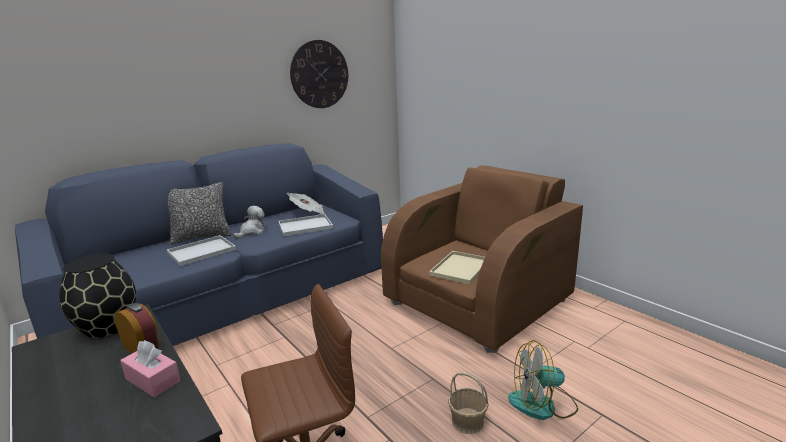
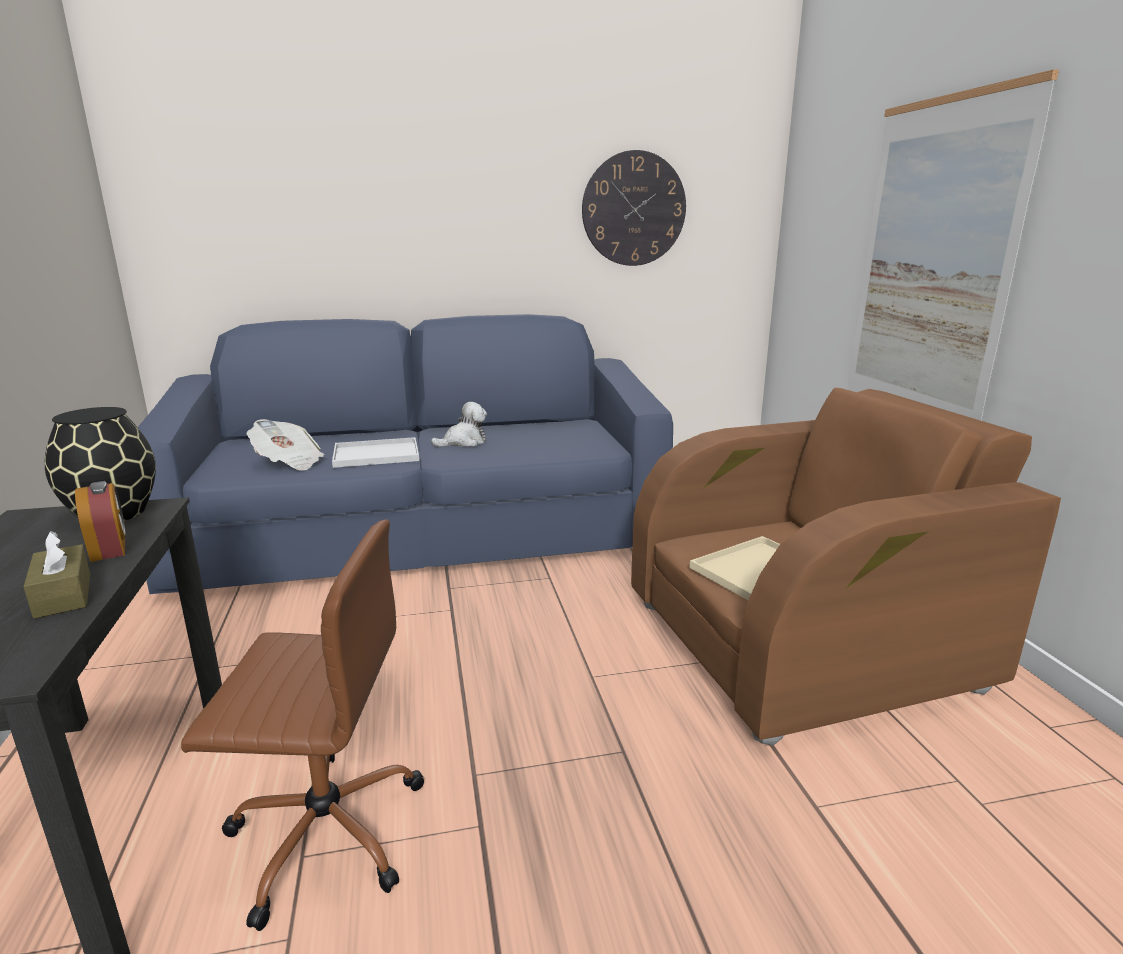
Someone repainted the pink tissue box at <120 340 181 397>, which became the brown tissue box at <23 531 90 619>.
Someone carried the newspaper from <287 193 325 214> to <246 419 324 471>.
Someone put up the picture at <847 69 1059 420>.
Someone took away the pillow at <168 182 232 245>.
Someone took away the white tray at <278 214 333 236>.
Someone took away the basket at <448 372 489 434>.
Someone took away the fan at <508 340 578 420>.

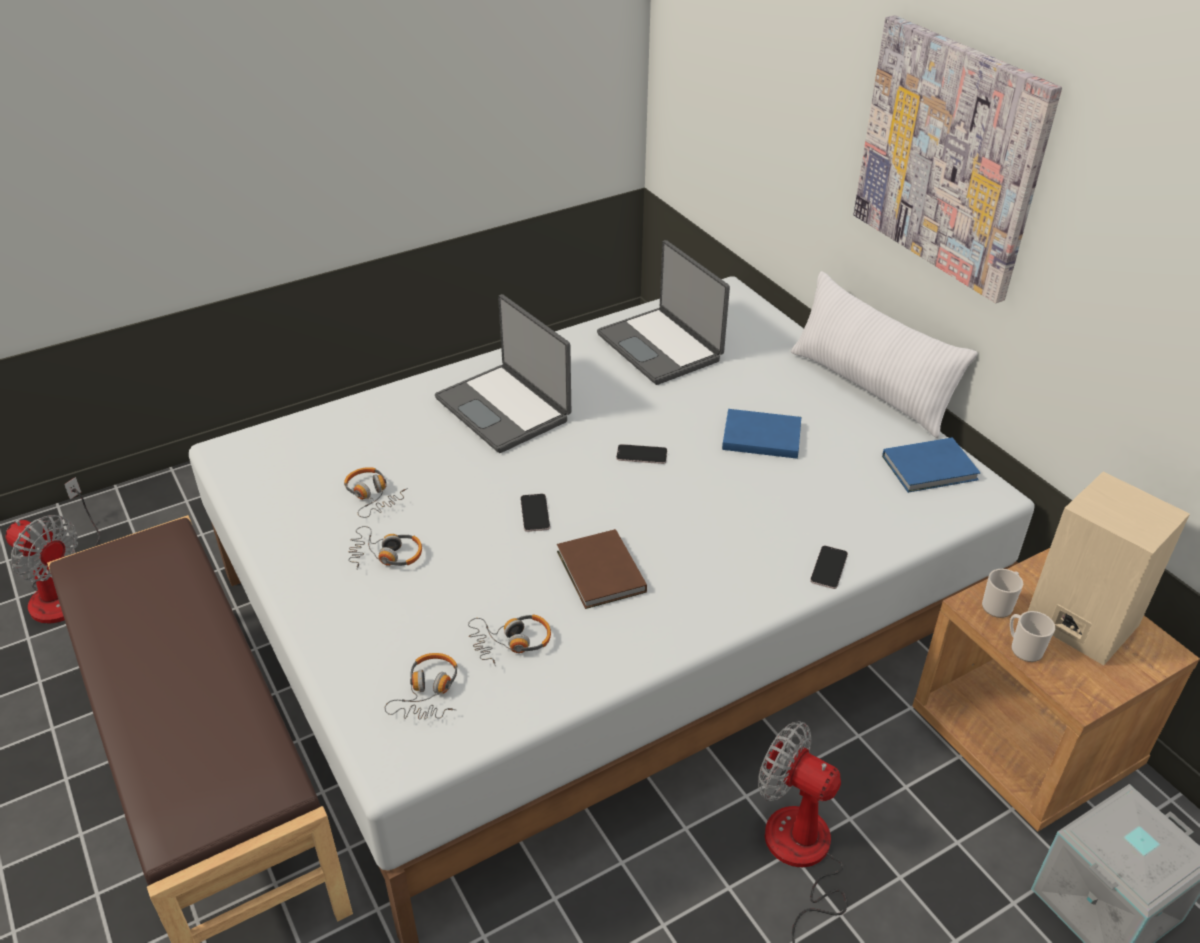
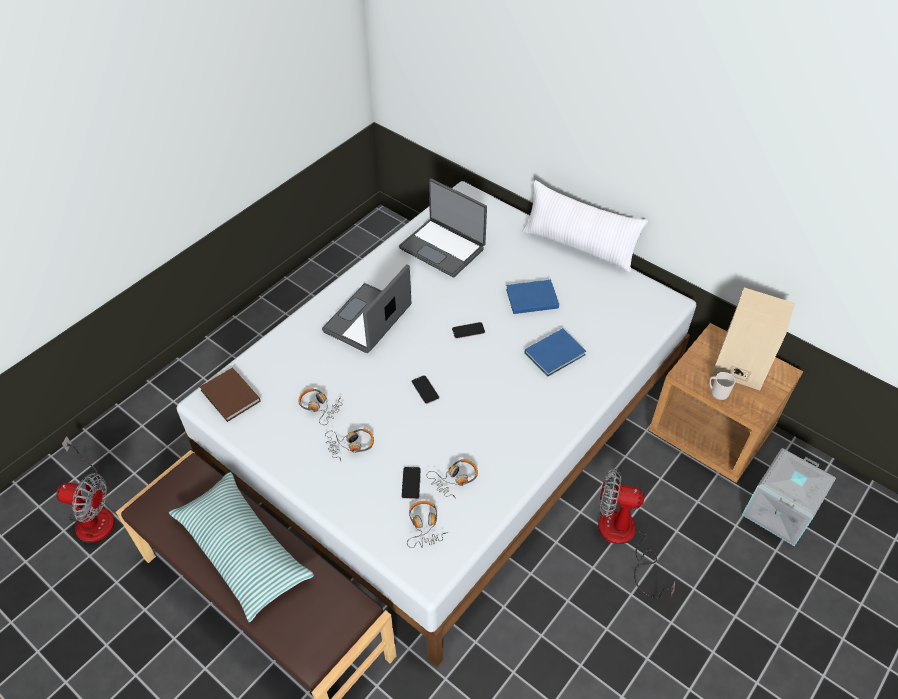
Someone put down the pillow at <169 472 314 622>.
Someone carried the brown book from <557 529 647 609> to <200 367 261 422>.
Someone rotated the laptop at <435 294 571 453> by 90 degrees clockwise.
Someone carried the phone from <810 546 848 589> to <401 467 421 499>.
Someone carried the blue book from <882 437 981 493> to <525 328 586 377>.
Someone took away the picture at <854 15 1062 303>.
Someone took away the mug at <982 569 1023 618>.

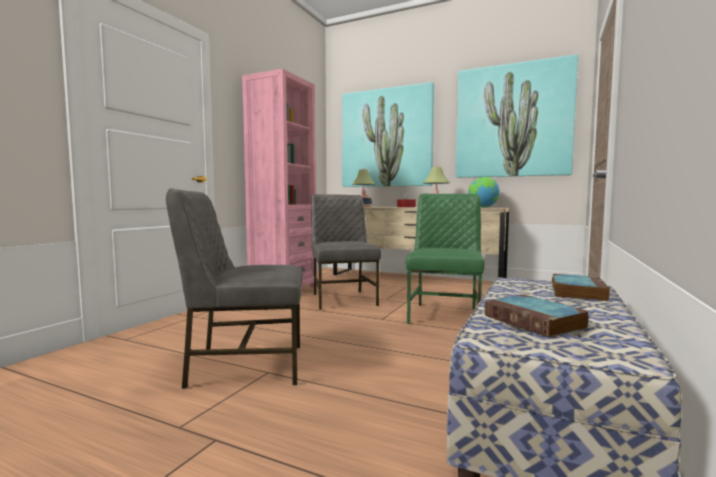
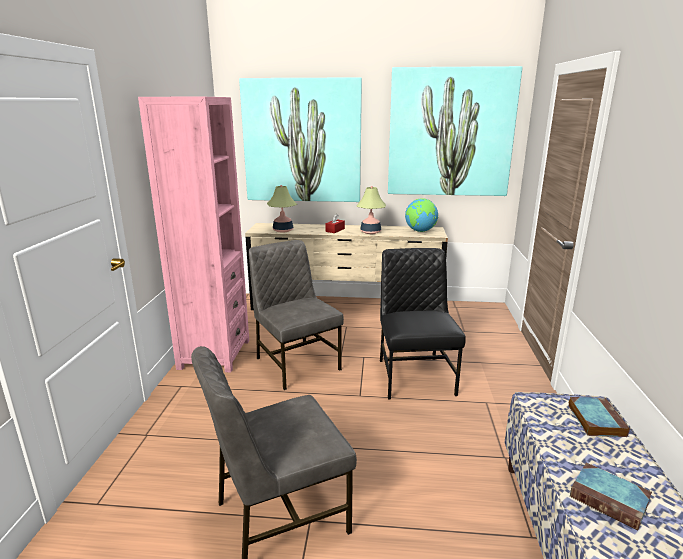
Someone repainted the green chair at <406 194 485 324>, which became the black chair at <380 248 466 399>.

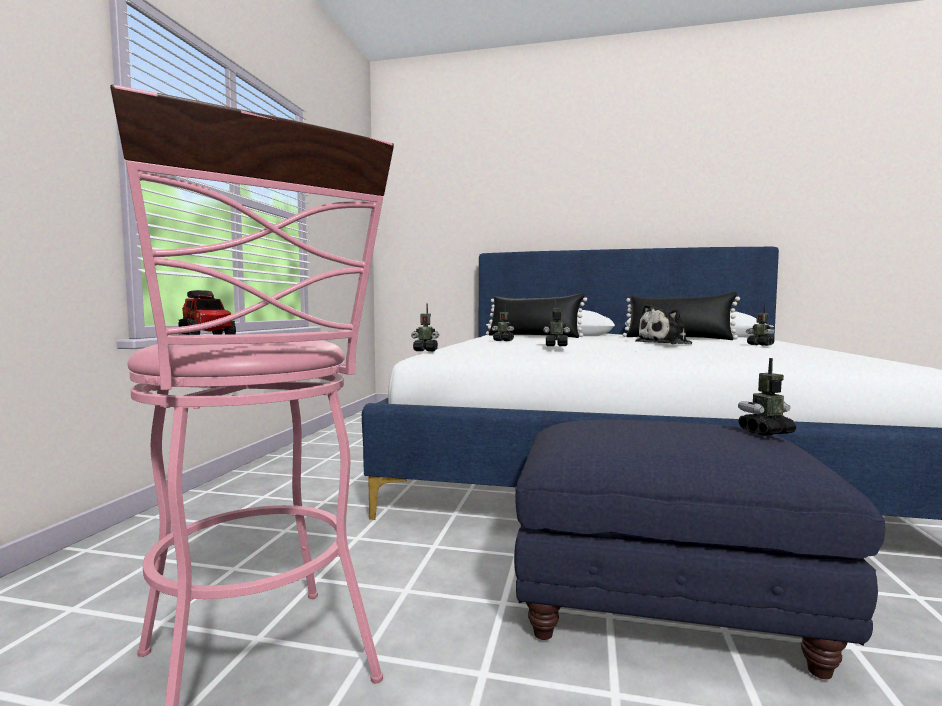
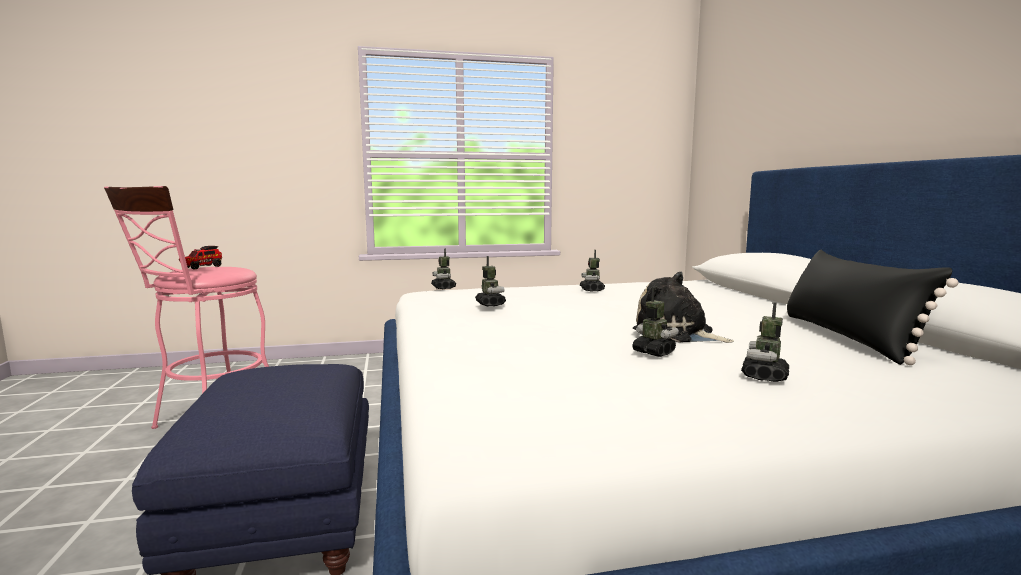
Someone carried the toy robot from <738 358 796 436> to <632 287 679 357>.
Someone took away the black pillow at <486 293 587 338>.

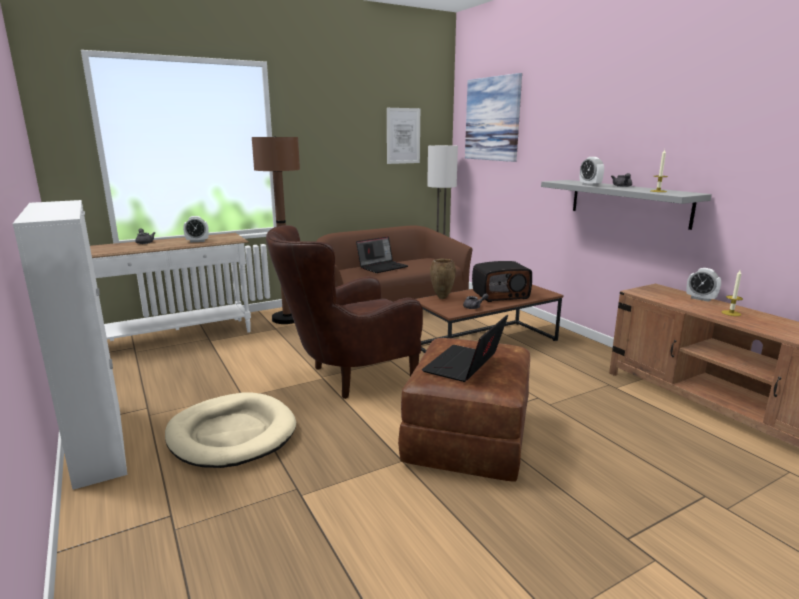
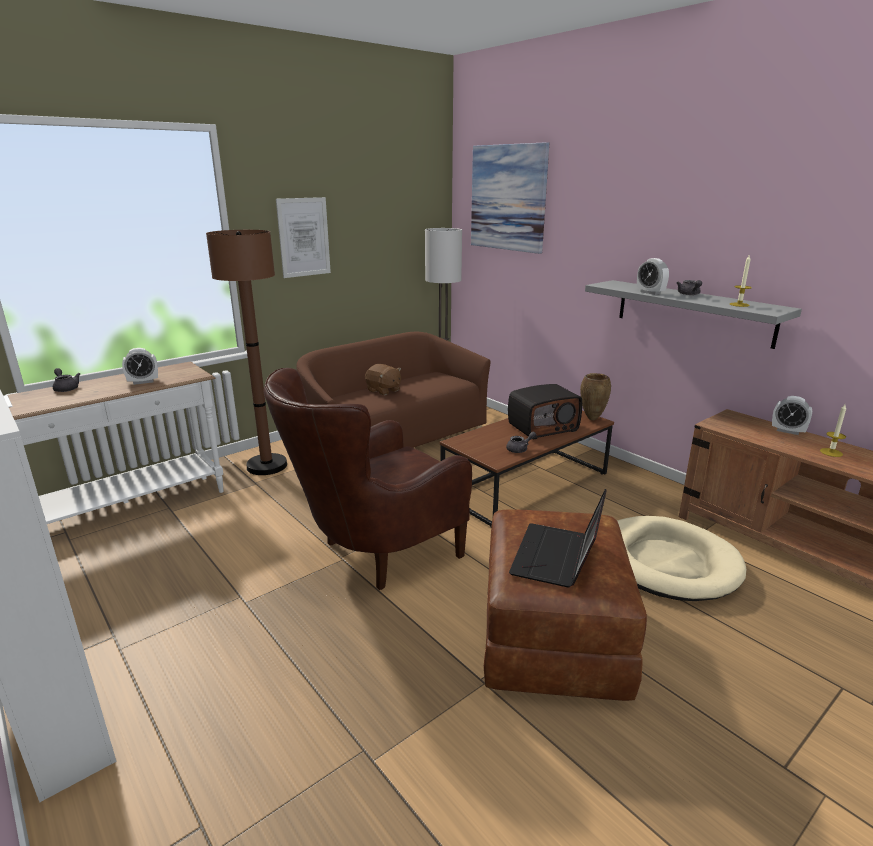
Someone carried the picture from <387 108 420 164> to <276 197 331 278>.
Someone swapped the laptop at <356 236 408 273> for the brown plush toy at <365 364 401 395>.
Someone carried the brown vase from <430 259 456 299> to <580 373 611 420>.
Someone carried the beige dog bed from <165 392 296 468> to <617 516 746 601>.

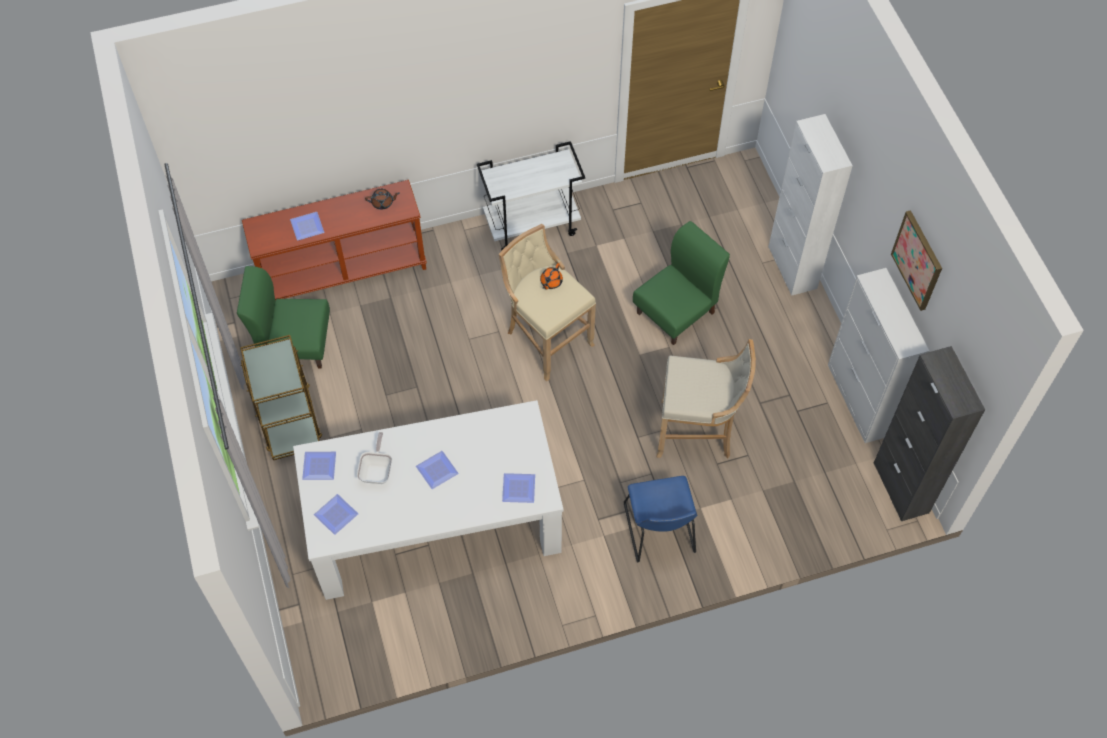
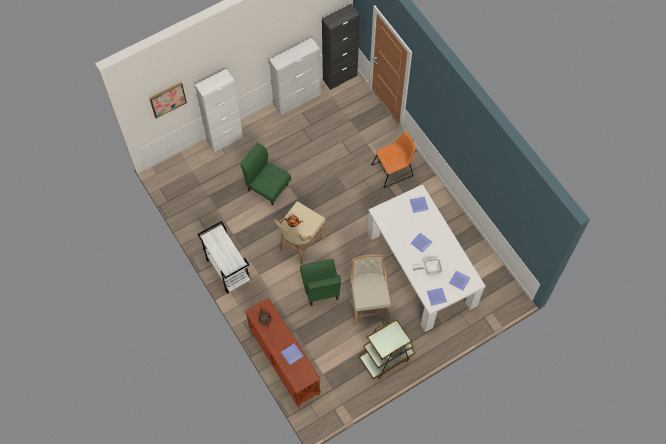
Someone carried the picture from <891 210 942 311> to <149 82 187 118>.
Someone carried the green chair from <237 266 330 369> to <300 259 341 306>.
Someone carried the beige stool from <657 339 756 458> to <351 254 391 326>.
Someone repainted the blue chair at <624 476 697 562>, which became the orange chair at <371 131 416 188>.

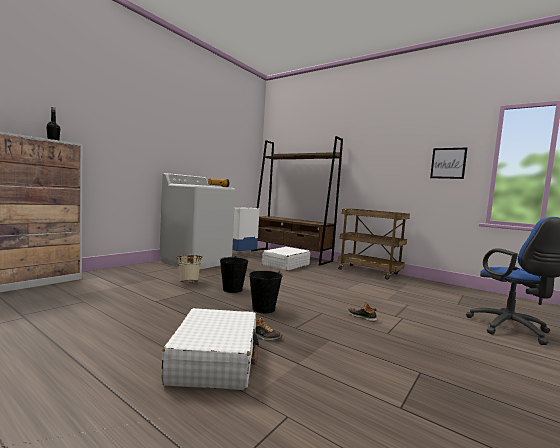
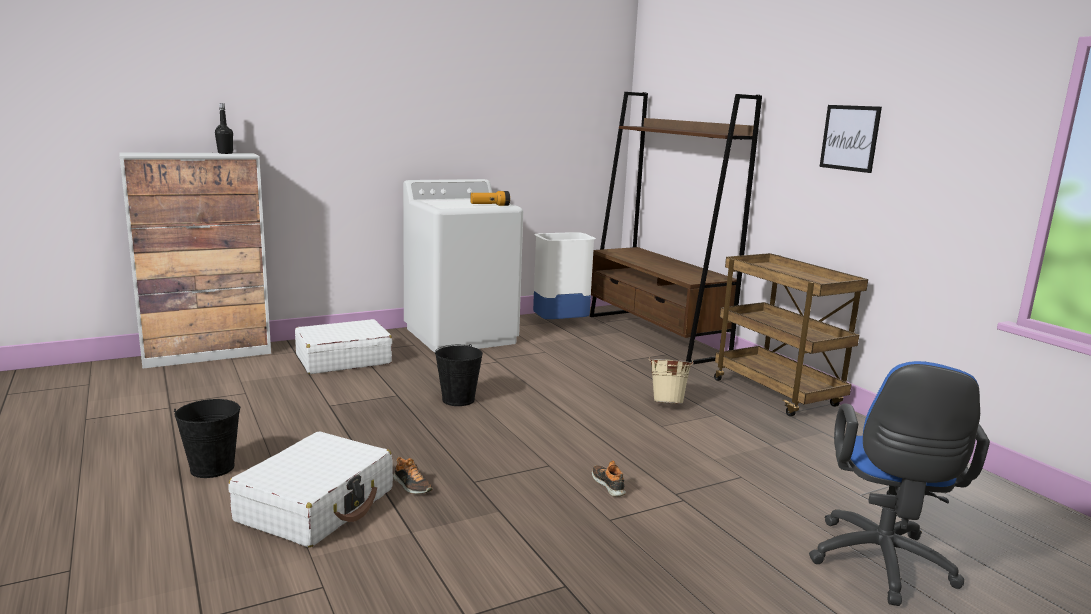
Someone carried the black bucket from <249 271 283 313> to <174 399 240 478>.
Someone carried the white suitcase from <262 247 310 271> to <295 319 392 374>.
Someone carried the beige bucket from <176 255 203 282> to <649 357 694 404>.
Someone carried the picture from <430 148 467 179> to <819 105 882 173>.

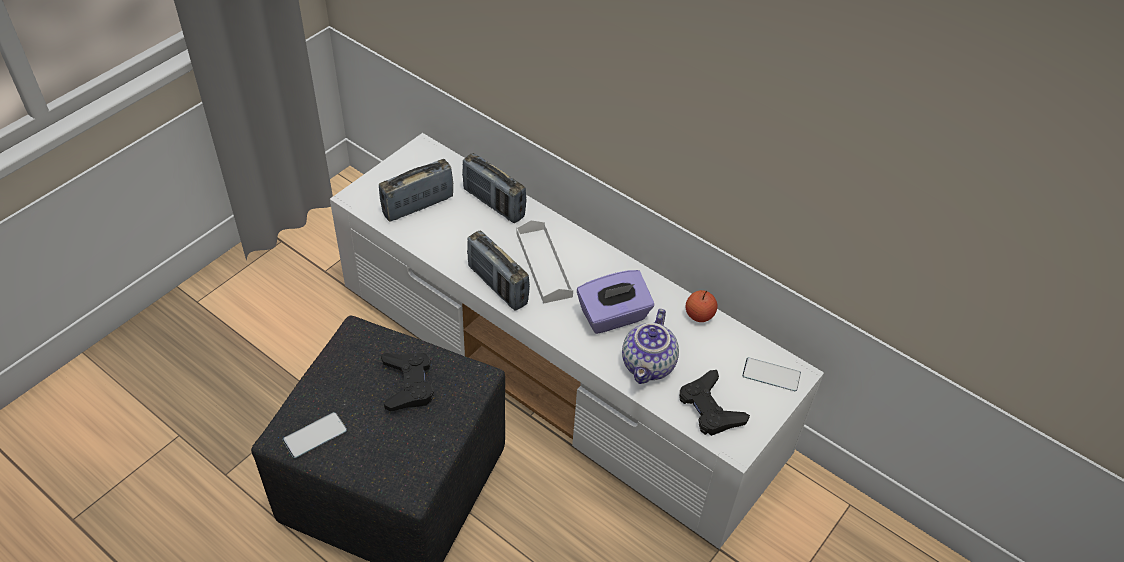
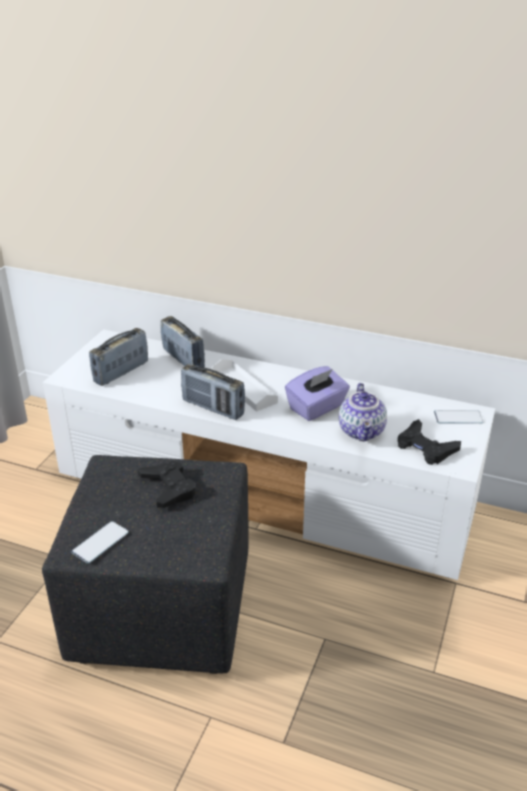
Someone rotated the radio at <462 153 526 223> by 150 degrees counterclockwise.
Someone took away the apple at <685 290 718 322>.

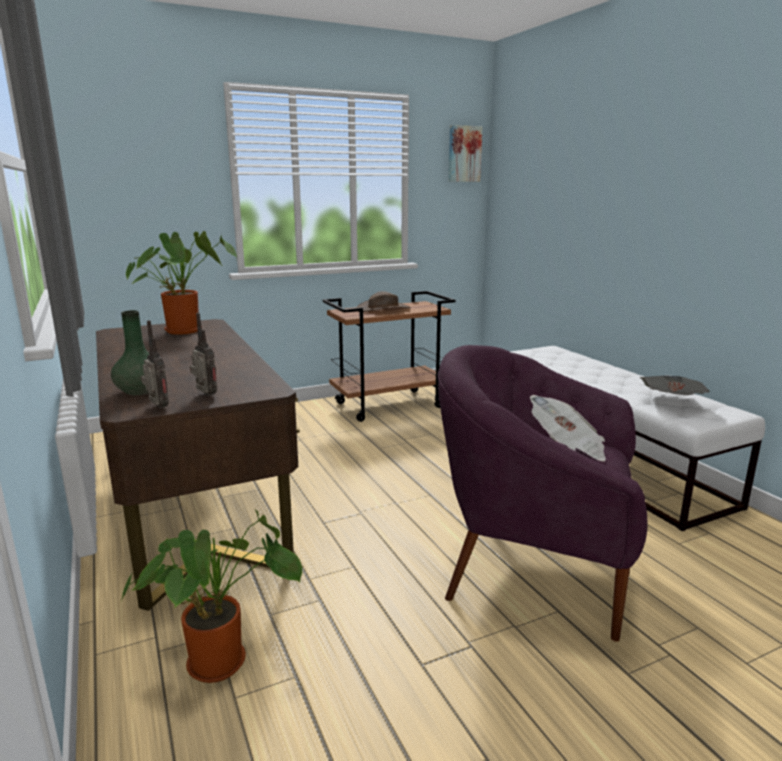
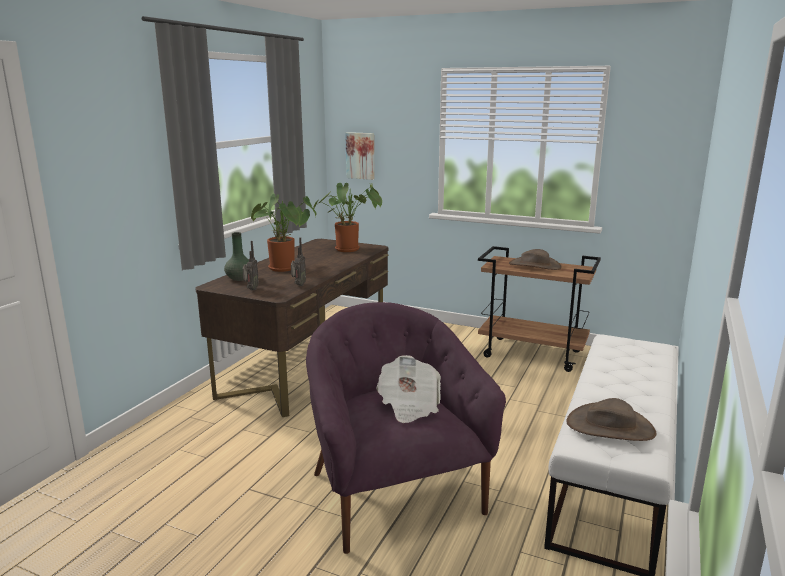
Someone carried the potted plant from <120 509 302 683> to <251 194 316 272>.
Someone carried the radio from <141 320 169 408> to <291 237 306 286>.
Someone carried the picture from <448 125 483 182> to <345 132 375 180>.
Someone swapped the newspaper at <640 376 710 395> for the brown hat at <567 398 657 441>.

